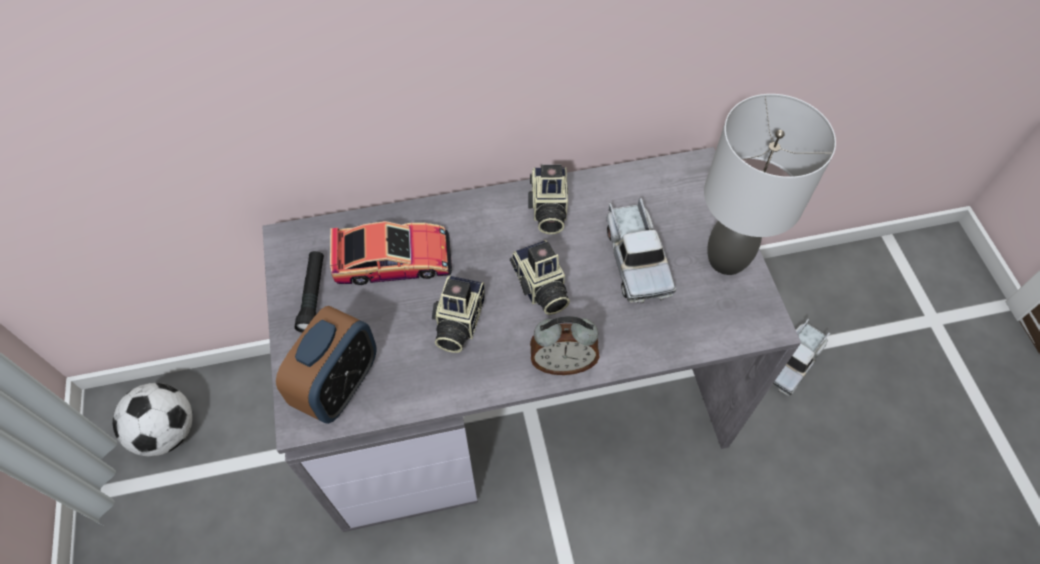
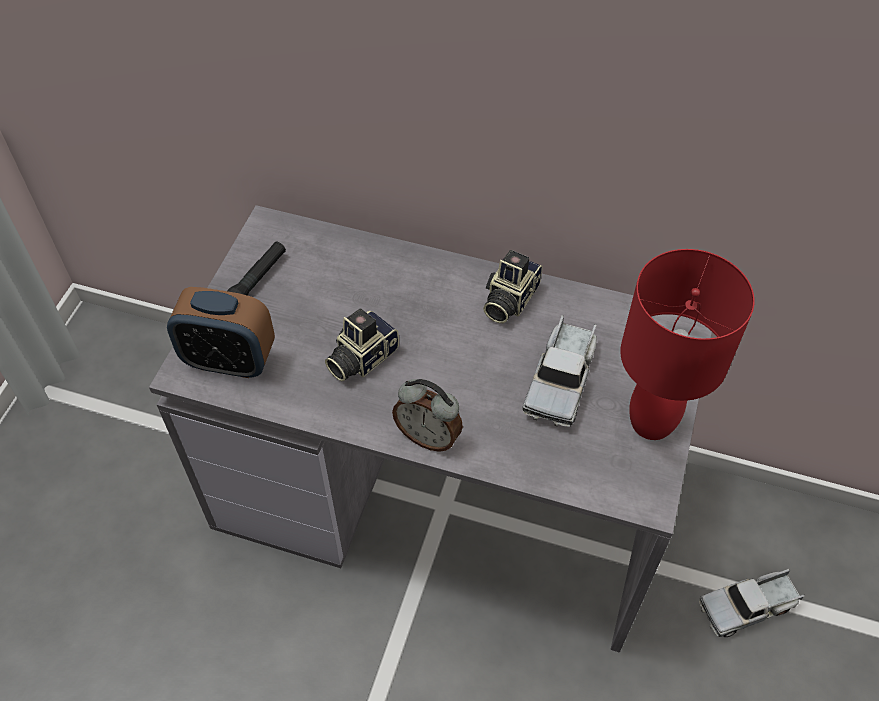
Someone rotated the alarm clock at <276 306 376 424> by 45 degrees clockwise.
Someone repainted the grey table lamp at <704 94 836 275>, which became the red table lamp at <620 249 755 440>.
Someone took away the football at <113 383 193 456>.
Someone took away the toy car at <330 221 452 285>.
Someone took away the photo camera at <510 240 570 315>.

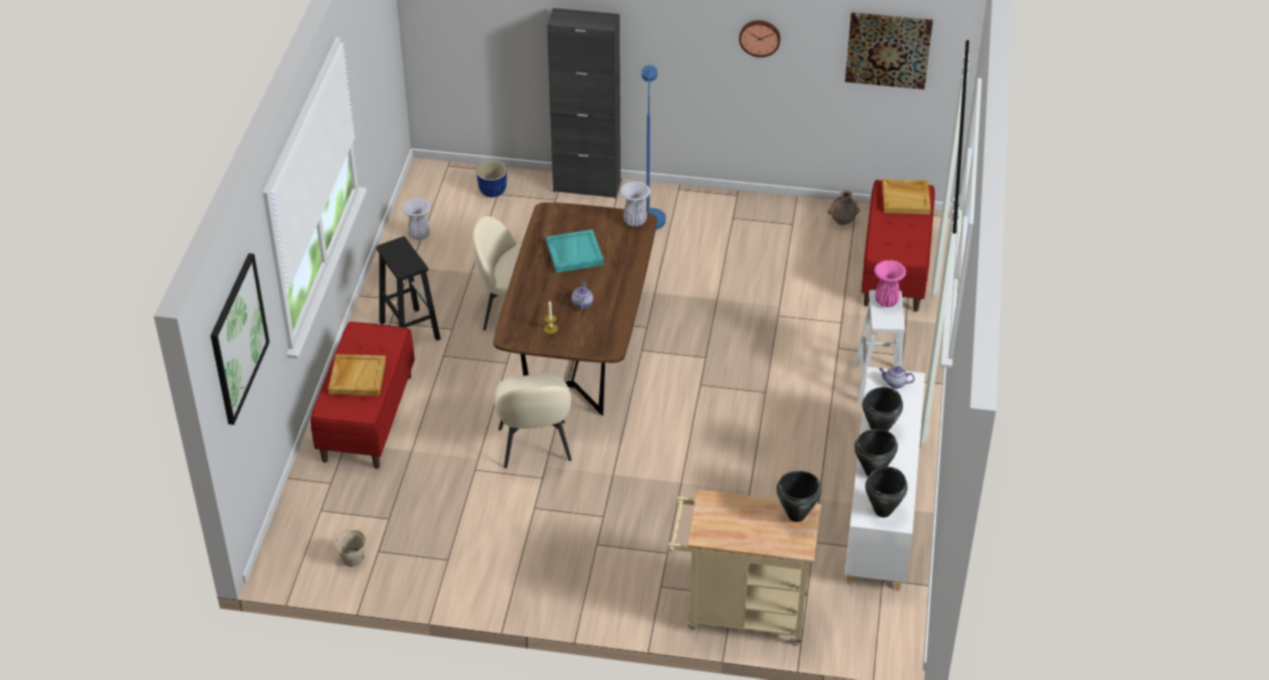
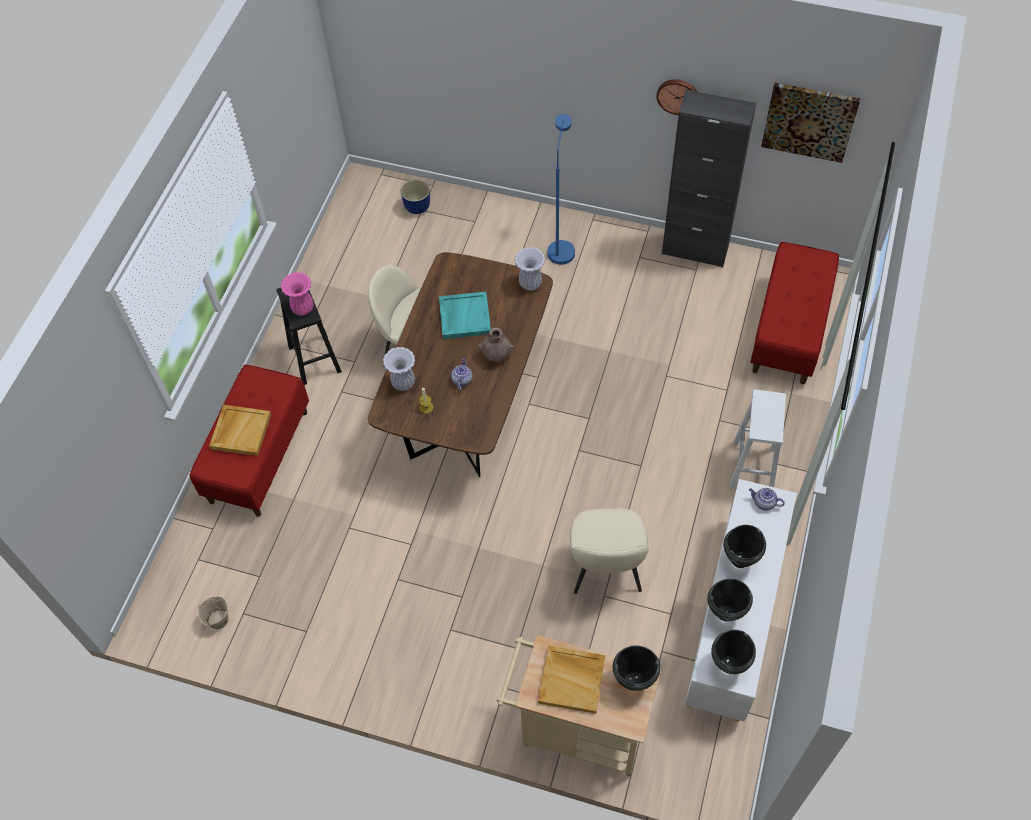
Someone carried the pink vase from <874 260 906 307> to <281 272 314 316>.
Someone carried the white vase from <402 198 431 240> to <383 347 415 391>.
Someone carried the brown vase from <828 190 860 225> to <478 327 514 362>.
Someone carried the beige tray from <882 179 931 214> to <538 645 605 714>.
Someone carried the beige chair from <494 374 572 468> to <570 508 649 594>.
Someone carried the black cabinet from <547 8 621 198> to <662 90 756 268>.
Someone took away the picture at <210 253 270 425>.

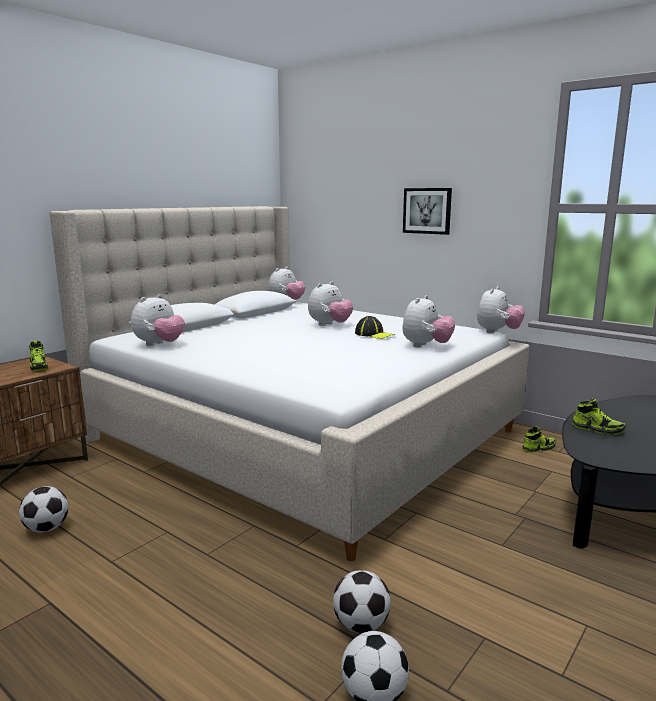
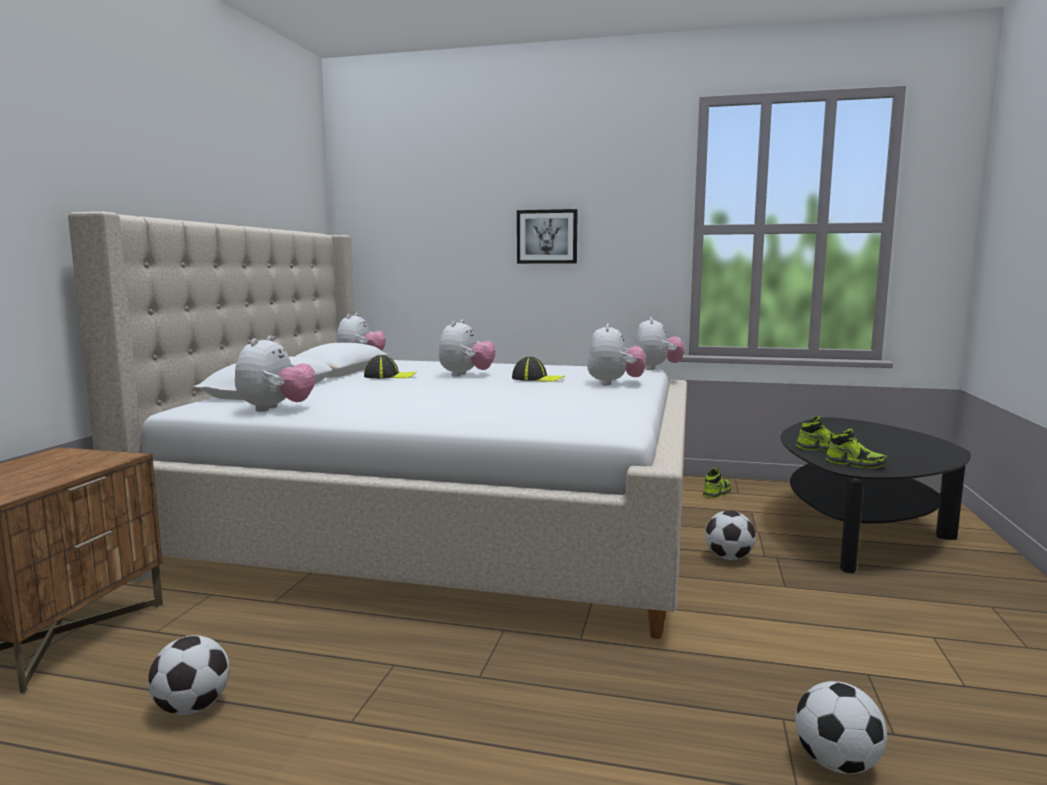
Someone put down the cap at <364 355 417 379>.
Someone carried the football from <333 571 391 633> to <705 511 756 560>.
Someone carried the shoe from <29 341 48 371> to <826 429 888 468>.

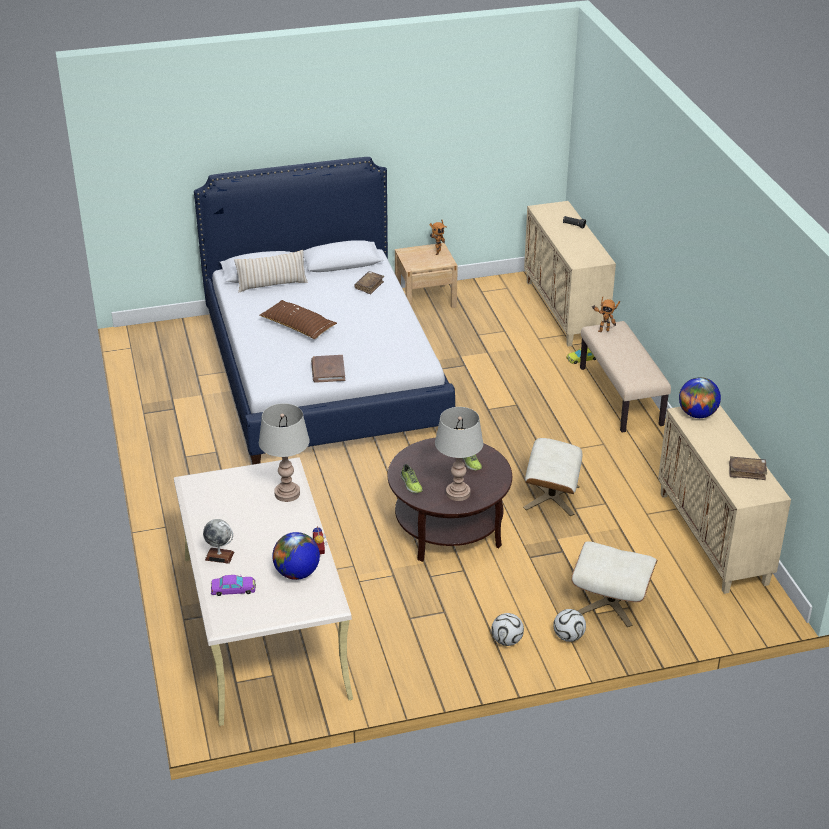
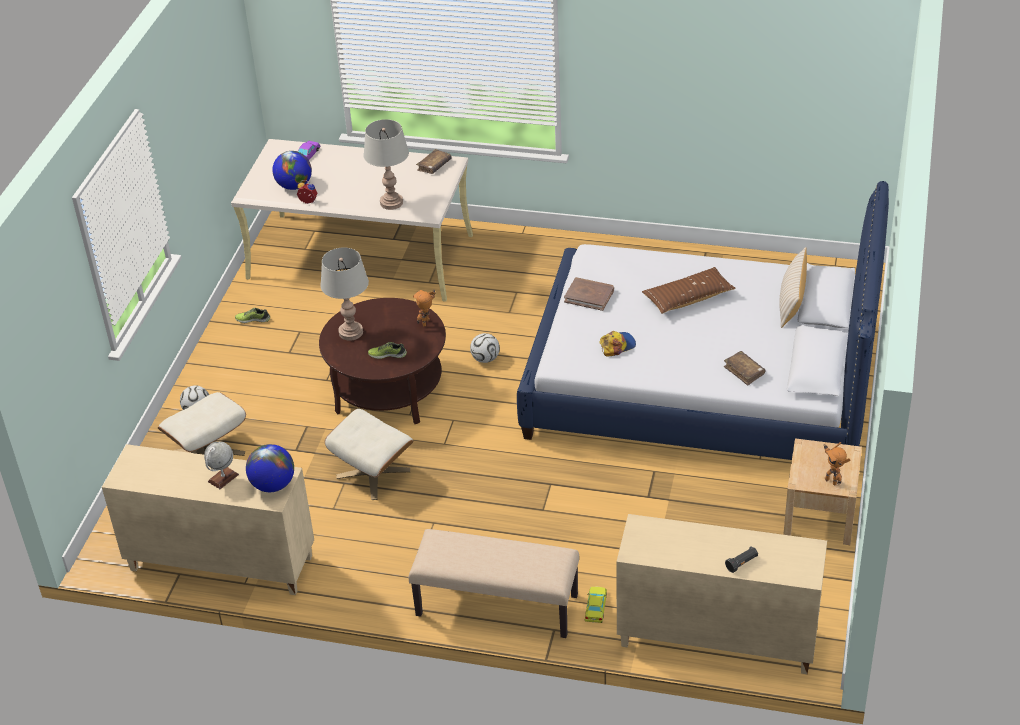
Someone carried the globe from <203 519 234 564> to <204 441 239 489>.
Someone carried the shoe from <401 464 423 493> to <235 308 270 323>.
Someone carried the toy robot from <591 297 620 332> to <413 290 436 327>.
Someone carried the brown book from <729 456 767 480> to <416 149 452 174>.
Someone carried the football from <491 613 524 646> to <470 333 500 363>.
Someone put down the cap at <599 331 636 356>.

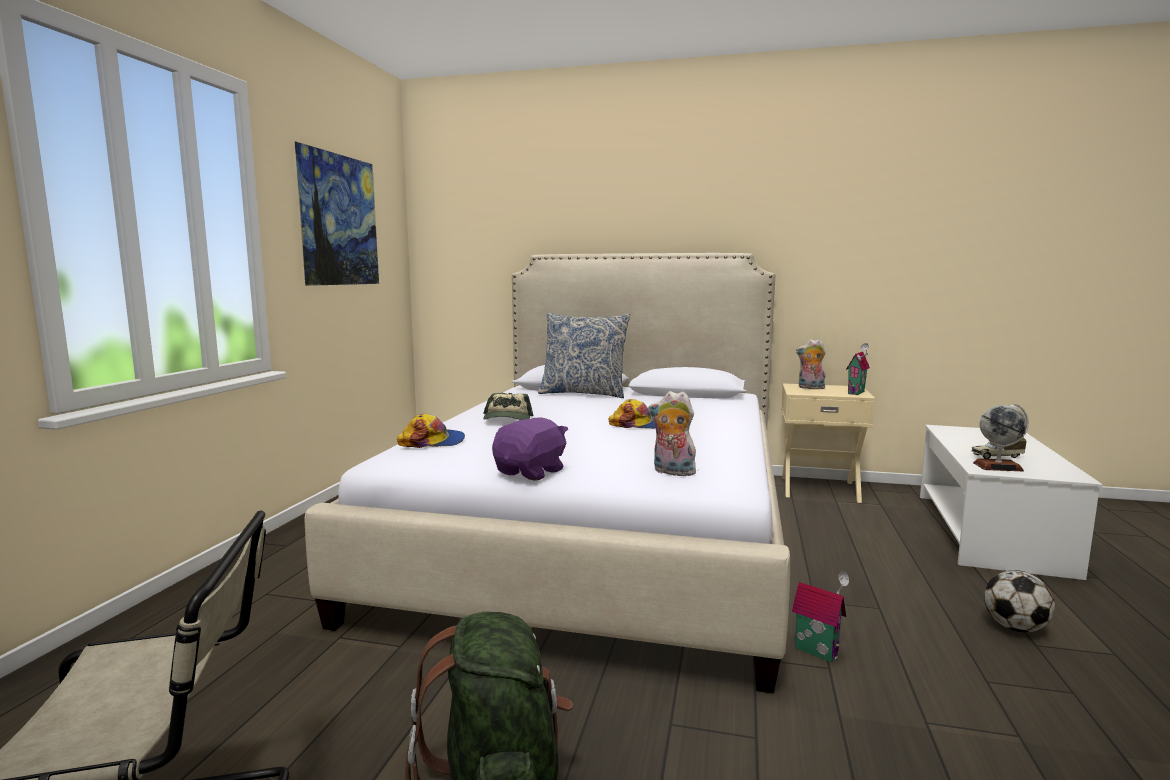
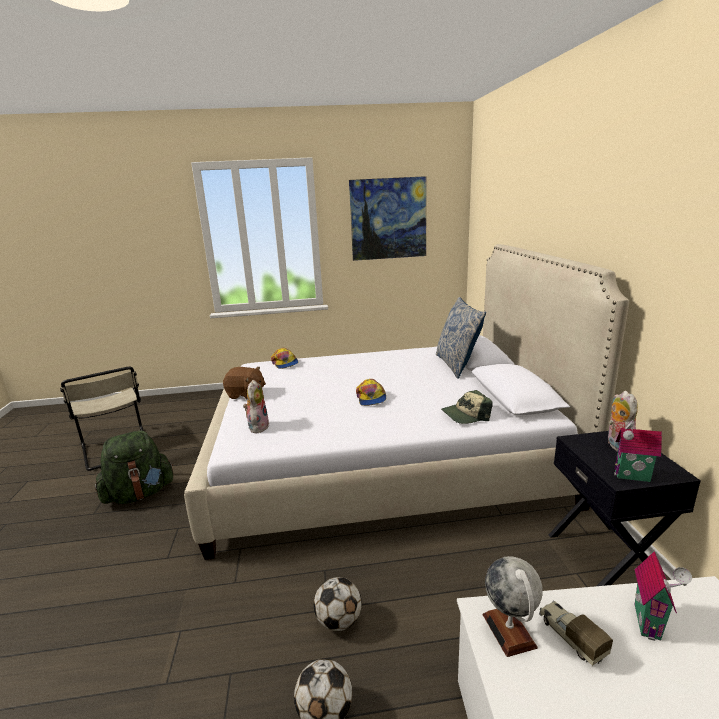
Someone repainted the purple plush toy at <492 417 568 480>, which became the brown plush toy at <223 367 266 400>.
Someone put down the football at <314 577 362 631>.
Someone carried the cap from <483 393 534 420> to <441 390 493 424>.
Someone repainted the beige nightstand at <781 383 875 503>, which became the black nightstand at <549 431 701 586>.
Someone carried the toy house from <792 572 849 662> to <634 551 692 641>.

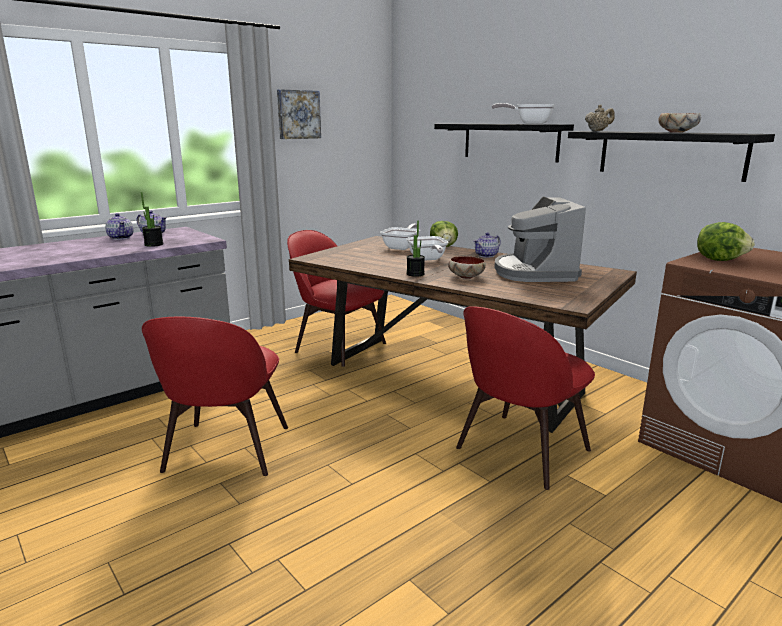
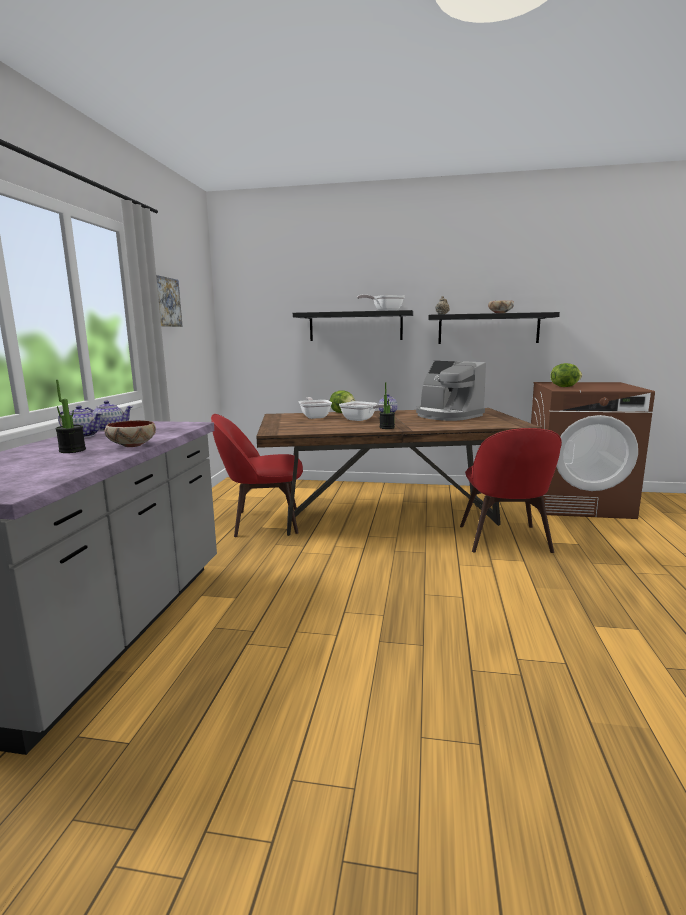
Someone carried the potted plant from <141 192 163 247> to <56 380 86 453>.
Someone carried the bowl from <448 256 486 279> to <105 420 156 447>.
Someone took away the red chair at <142 317 288 476>.

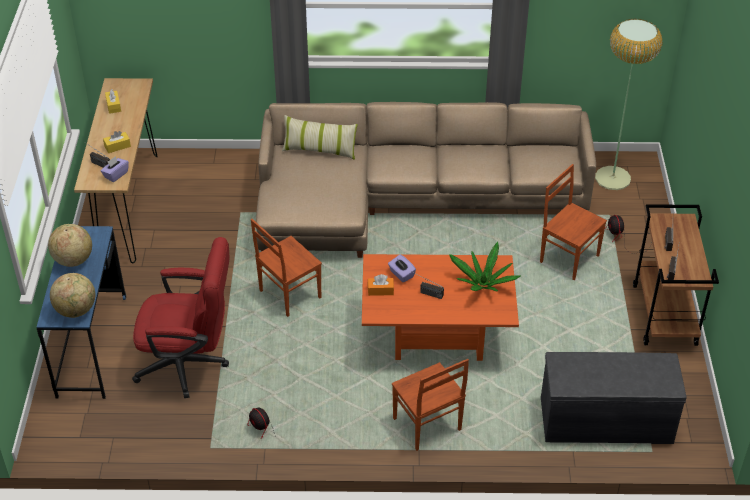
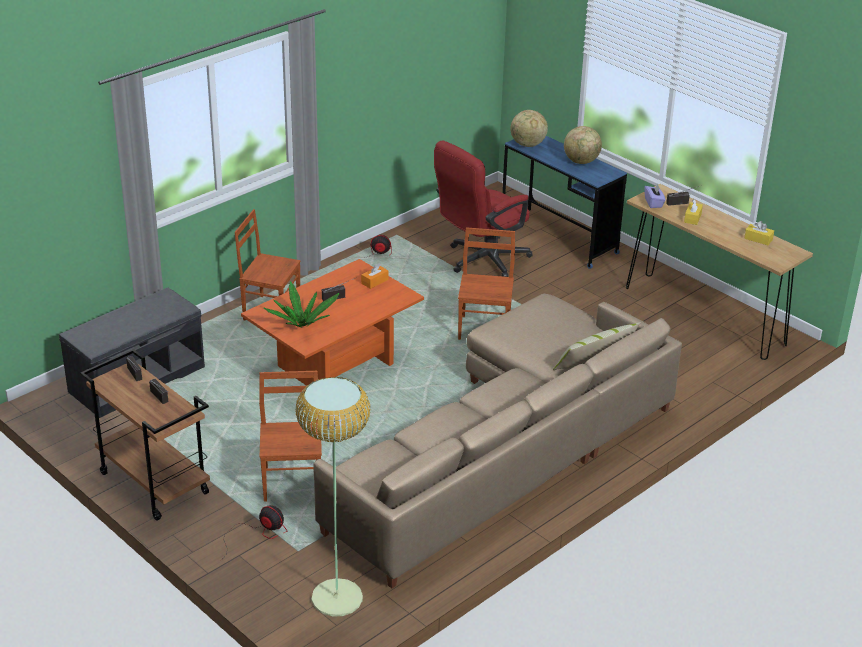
Someone rotated the brown chair at <540 164 607 280> by 90 degrees counterclockwise.
Someone took away the purple tissue box at <388 254 416 283>.

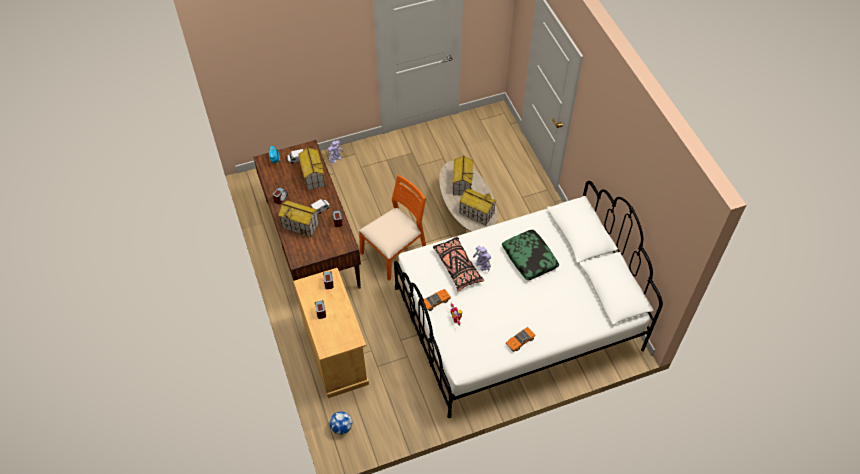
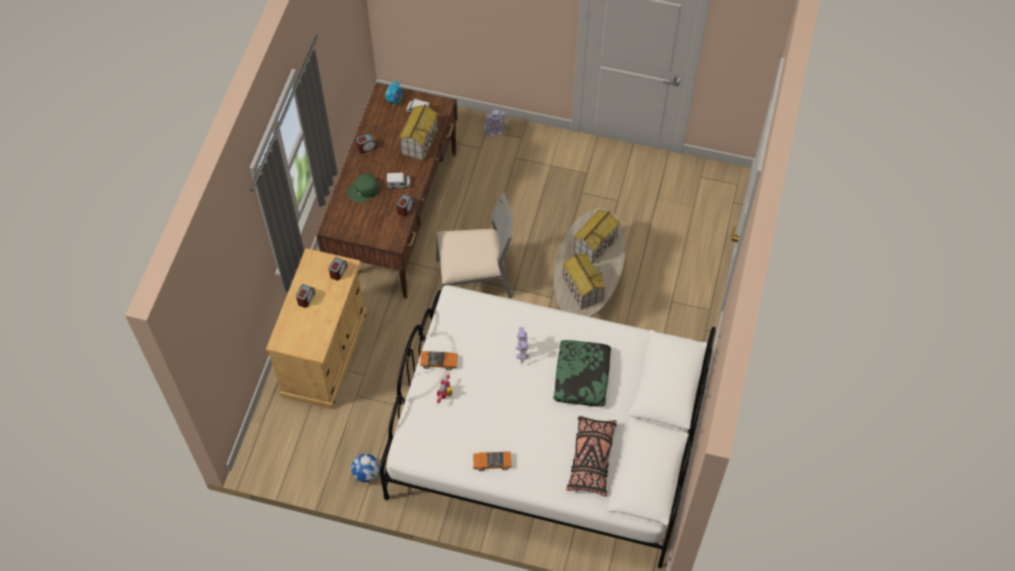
Someone swapped the toy house at <278 200 319 237> for the green cap at <347 173 380 202>.
Someone carried the football from <330 411 352 435> to <351 454 380 483>.
Someone repainted the orange chair at <359 175 426 280>, which became the grey chair at <436 193 512 298>.
Someone carried the black pillow from <433 236 484 292> to <566 416 617 497>.

